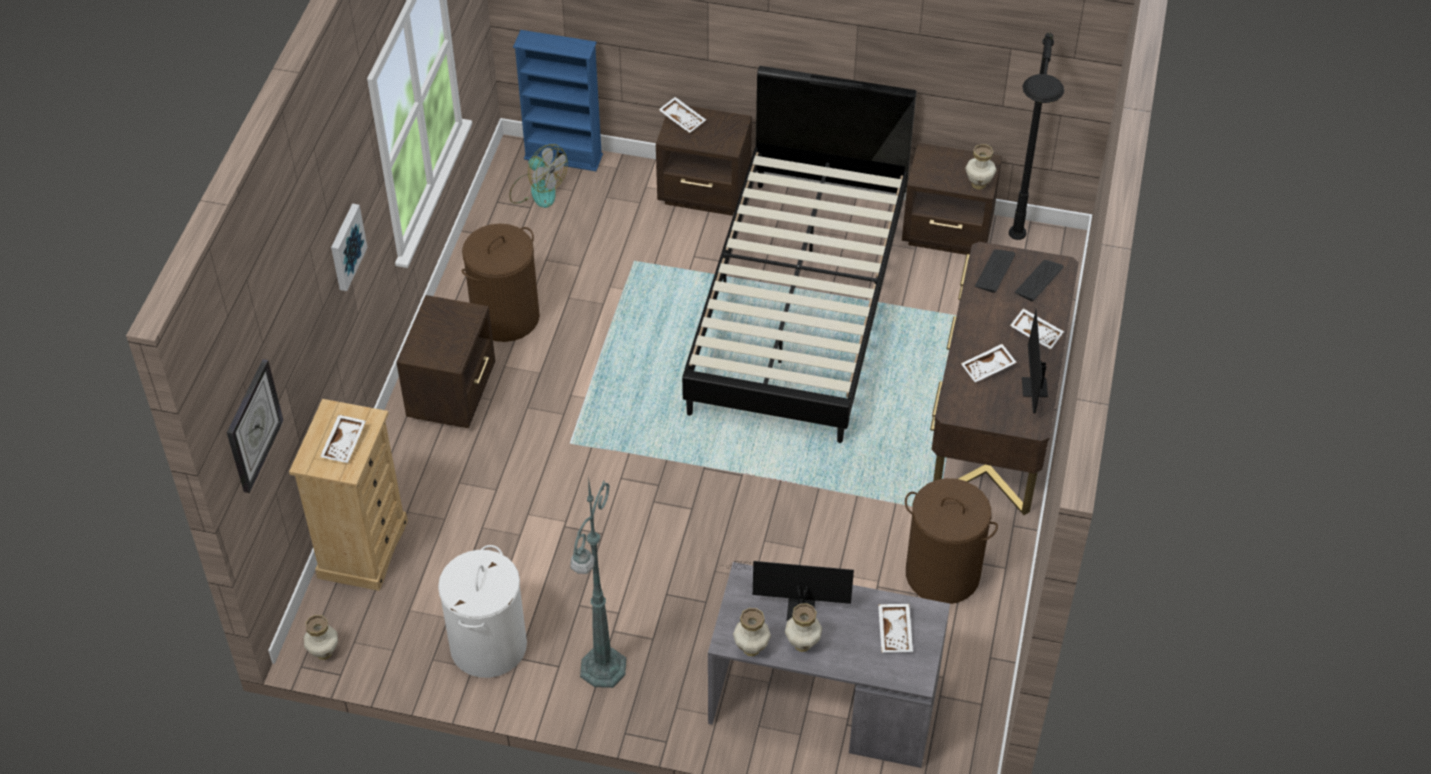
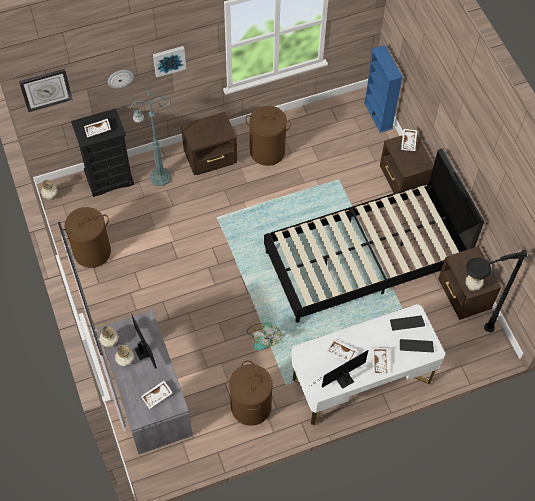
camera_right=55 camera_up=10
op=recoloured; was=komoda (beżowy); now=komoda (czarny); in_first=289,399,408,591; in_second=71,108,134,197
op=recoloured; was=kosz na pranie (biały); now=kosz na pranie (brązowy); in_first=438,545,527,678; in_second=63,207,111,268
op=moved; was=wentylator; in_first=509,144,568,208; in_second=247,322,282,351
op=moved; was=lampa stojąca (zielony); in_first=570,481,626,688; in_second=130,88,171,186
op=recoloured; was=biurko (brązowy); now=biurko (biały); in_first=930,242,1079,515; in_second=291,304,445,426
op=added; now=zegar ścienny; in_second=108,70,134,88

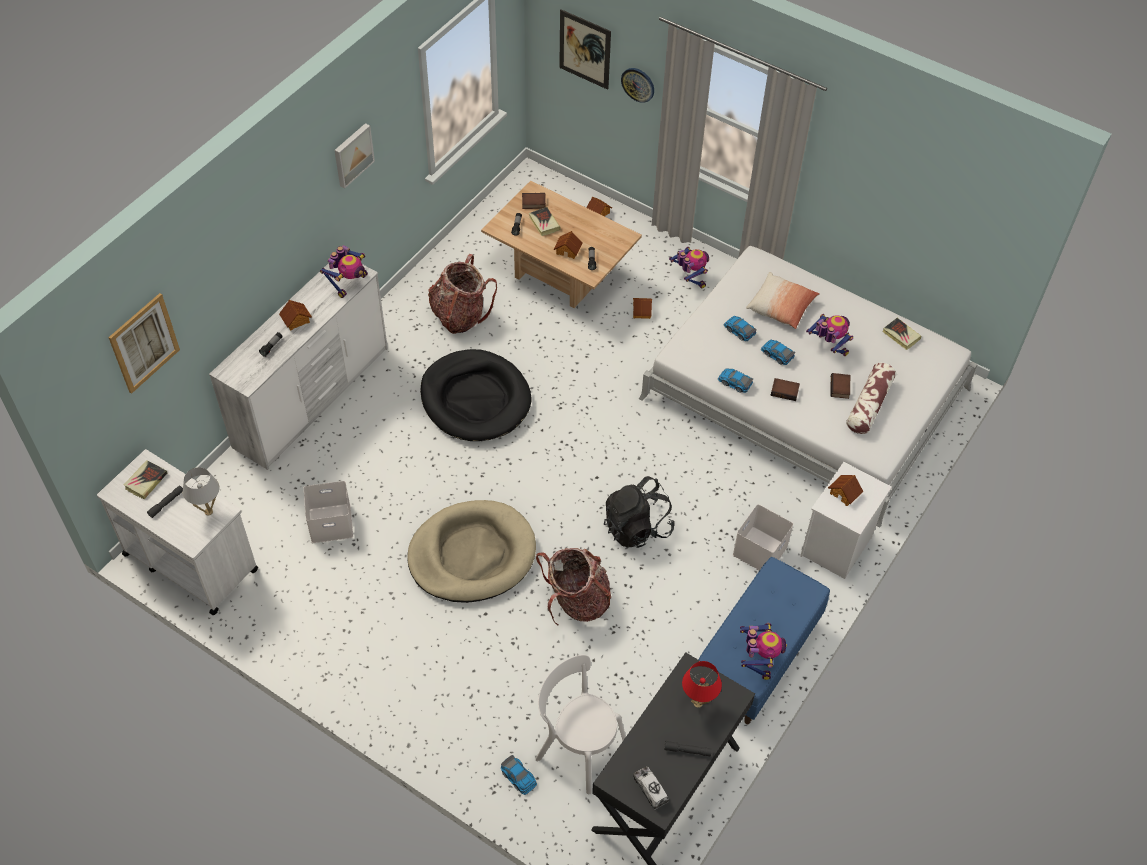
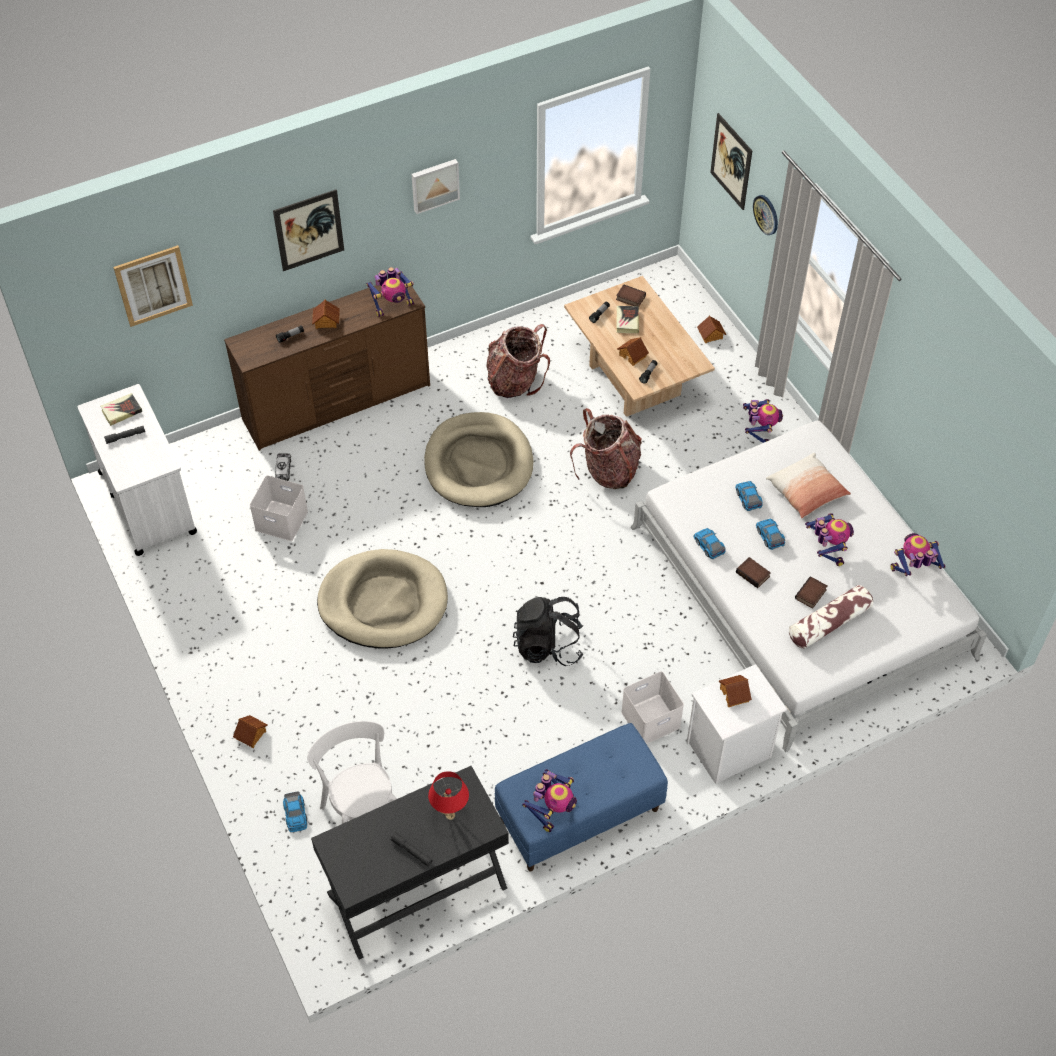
camera_right=30 camera_up=0
op=removed; was=lampa stołowa (biały); in_first=183,467,219,516
op=recoloured; was=komoda (biały); now=komoda (brązowy); in_first=209,263,388,470; in_second=224,275,430,451
op=recoloured; was=legowisko (czarny); now=legowisko (beżowy); in_first=420,349,532,441; in_second=424,412,533,507
op=moved; was=plecak; in_first=536,548,611,625; in_second=570,408,642,489
op=moved; was=domek; in_first=633,298,652,319; in_second=233,715,268,748
op=moved; was=ciężarówka zabawkowa; in_first=633,766,669,810; in_second=275,454,291,481
op=replaced; was=książka; now=robot zabawkowy; in_first=883,318,921,350; in_second=890,533,945,576
op=added; now=obraz; in_second=273,190,344,271

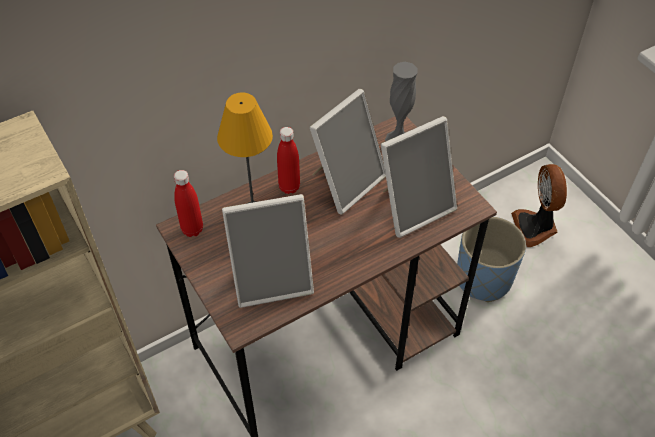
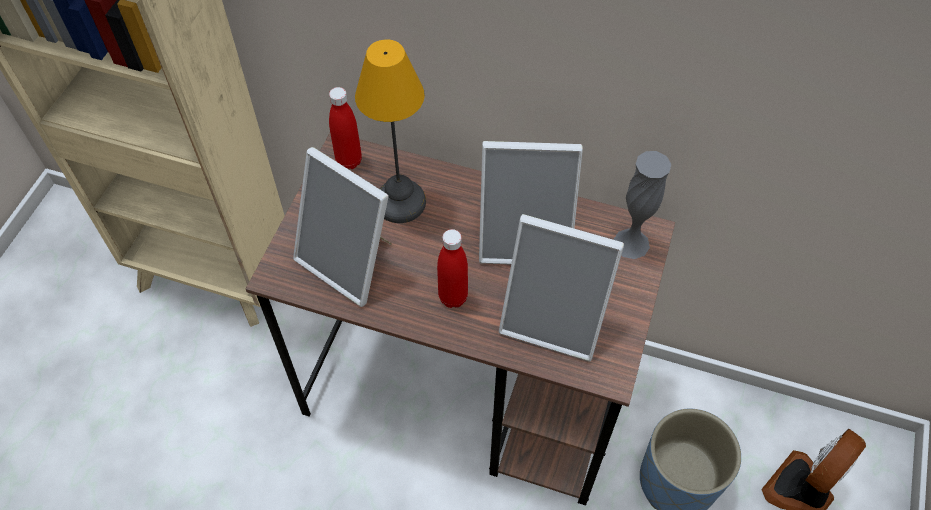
camera_right=50 camera_up=5
op=moved; was=butelka (czerwony); in_first=277,127,300,194; in_second=437,229,468,308

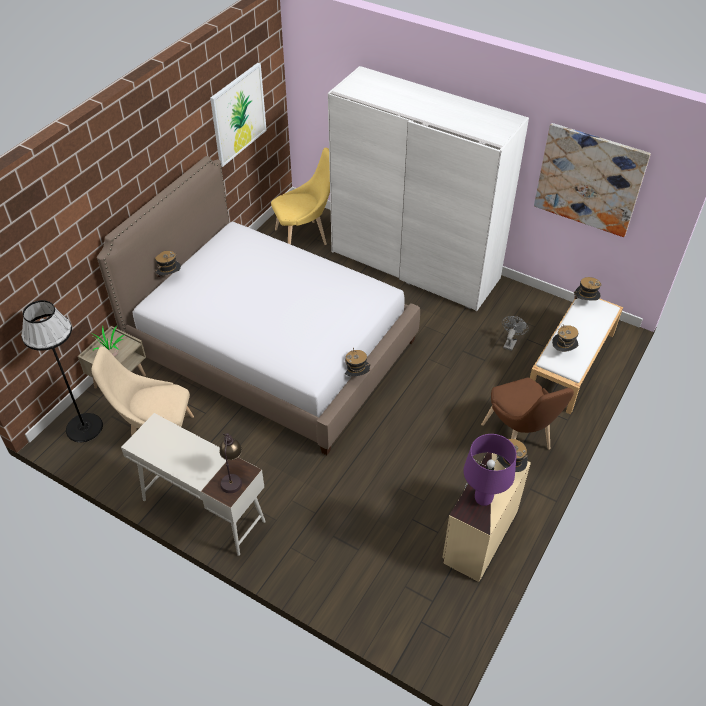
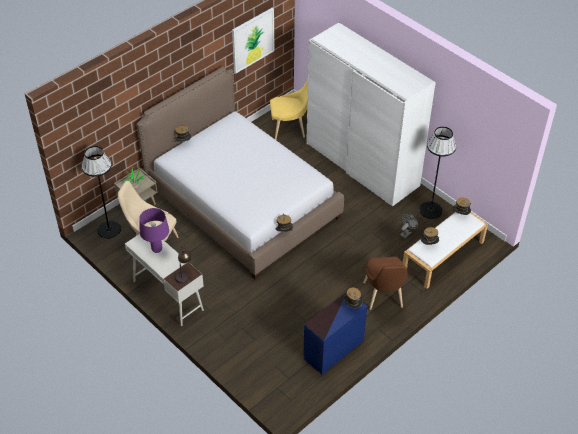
camera_right=15 camera_up=0
op=recoloured; was=komoda (beżowy); now=komoda (niebieski); in_first=442,453,531,582; in_second=303,292,367,375
op=moved; was=lampa stołowa (fioletowy); in_first=464,434,517,506; in_second=139,208,169,253
op=removed; was=obraz; in_first=534,123,651,237
op=added; now=lampa stojąca (czarny); in_second=419,127,456,219

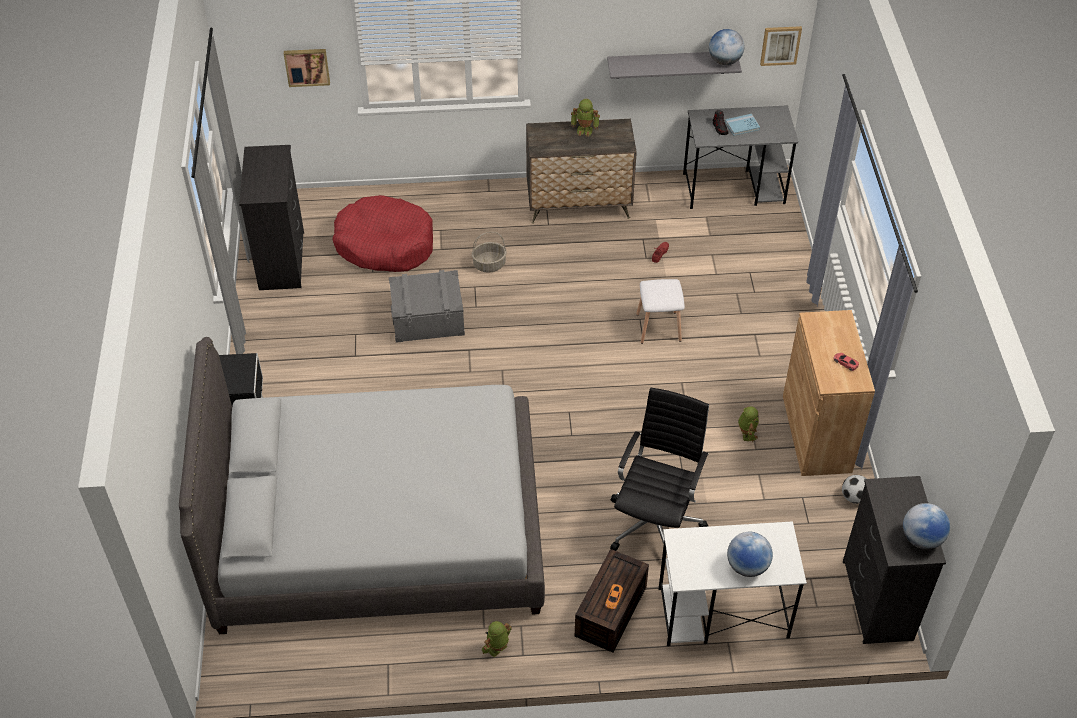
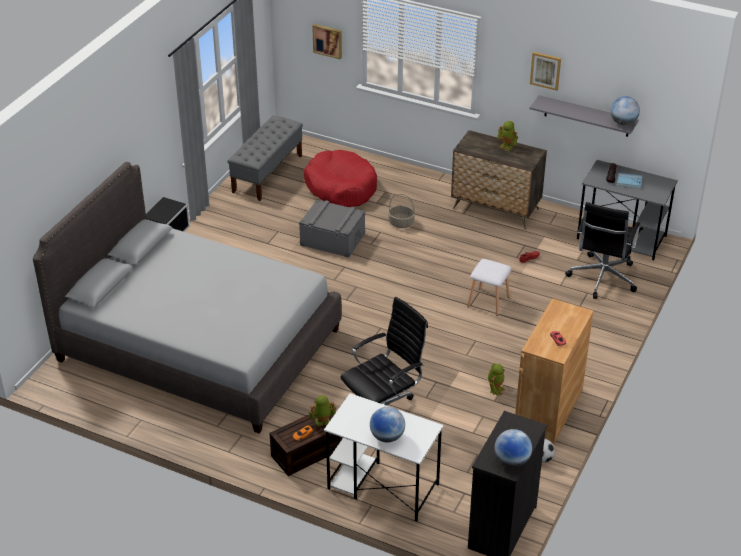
camera_right=30 camera_up=-10
op=replaced; was=komoda (czarny); now=ławka (szary); in_first=239,145,304,290; in_second=227,116,303,201
op=moved; was=robot zabawkowy; in_first=482,621,512,657; in_second=309,395,336,426
op=moved; was=obraz; in_first=760,26,802,66; in_second=530,52,561,91
op=added; now=krzesło biurowe (czarny); in_second=565,202,640,299

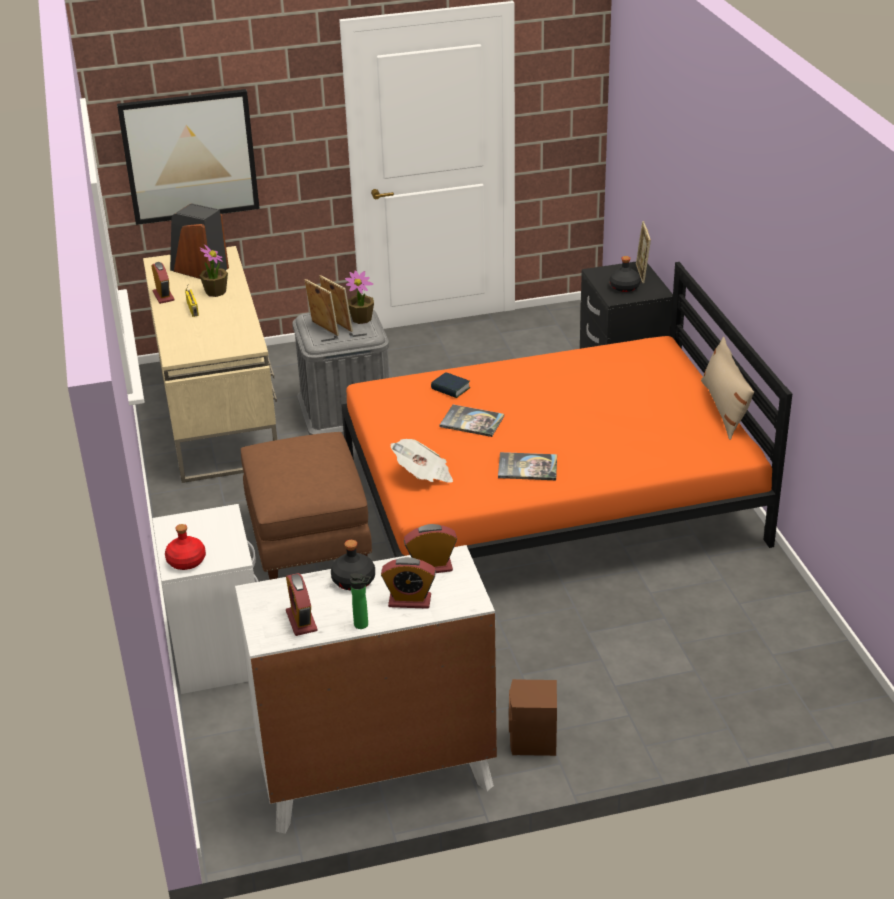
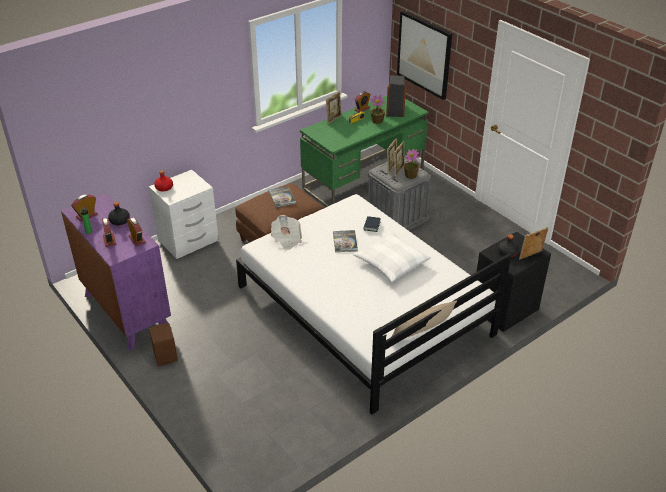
camera_right=65 camera_up=5
op=recoloured; was=biurko (beżowy); now=biurko (zielony); in_first=143,246,277,483; in_second=300,96,429,207
op=recoloured; was=komoda (biały); now=komoda (fioletowy); in_first=235,545,497,834; in_second=61,193,171,351
op=recoloured; was=łóżko (pomarańczowy); now=łóżko (biały); in_first=341,262,792,558; in_second=236,194,511,415
op=moved; was=książka; in_first=498,452,557,480; in_second=268,186,296,208
op=added; now=ramka na zdjęcie; in_second=326,91,342,124
op=added; now=poduszka (biały); in_second=353,232,431,282

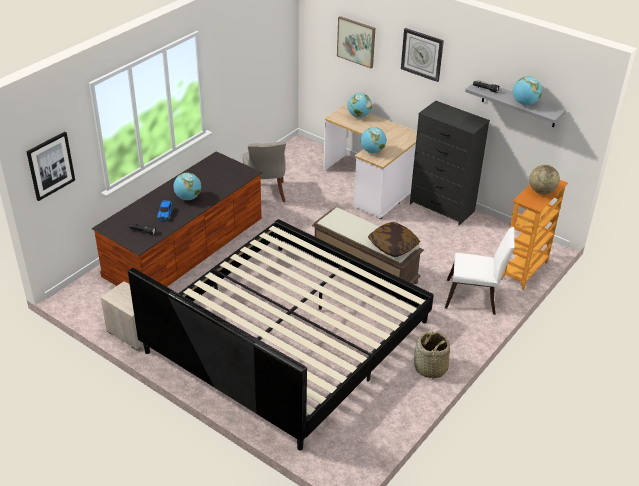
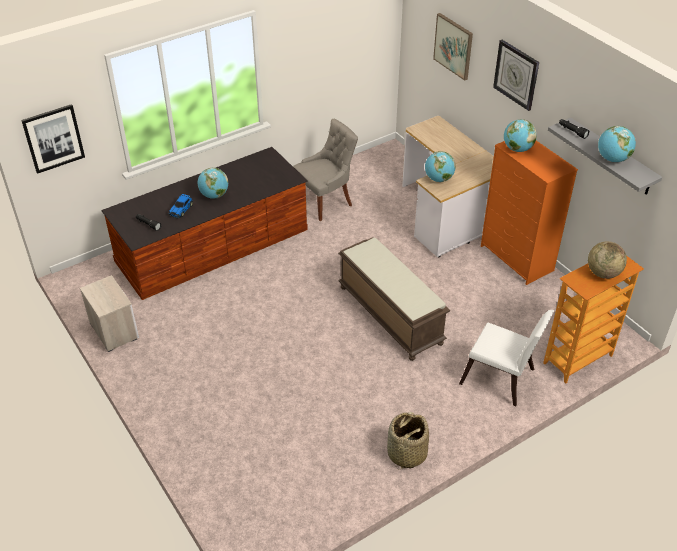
camera_right=20 camera_up=5
op=removed; was=łóżko; in_first=128,219,434,450
op=turned; was=krzesło (szary); in_first=242,142,286,202; in_second=293,118,358,221; clockwise=-135
op=moved; was=globus; in_first=347,93,372,118; in_second=504,119,537,152
op=removed; was=poduszka; in_first=368,222,420,257
op=recoloured; was=komoda (czarny); now=komoda (pomarańczowy); in_first=410,101,490,226; in_second=481,140,578,285

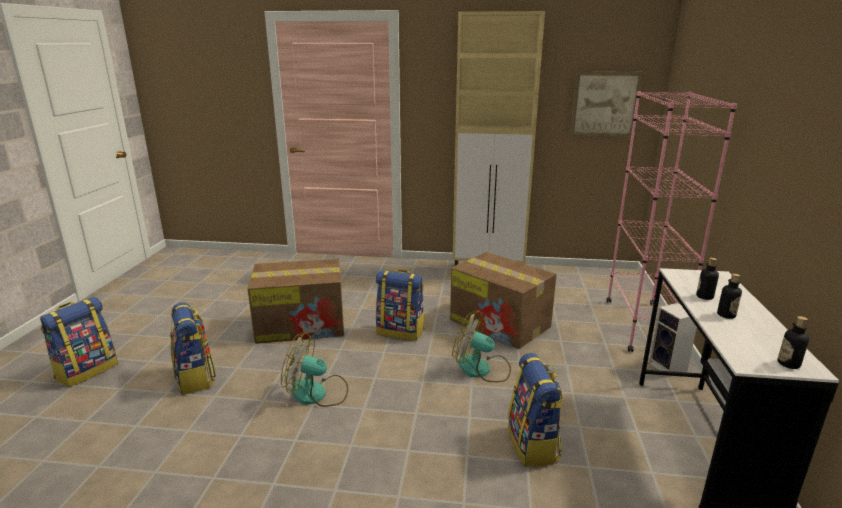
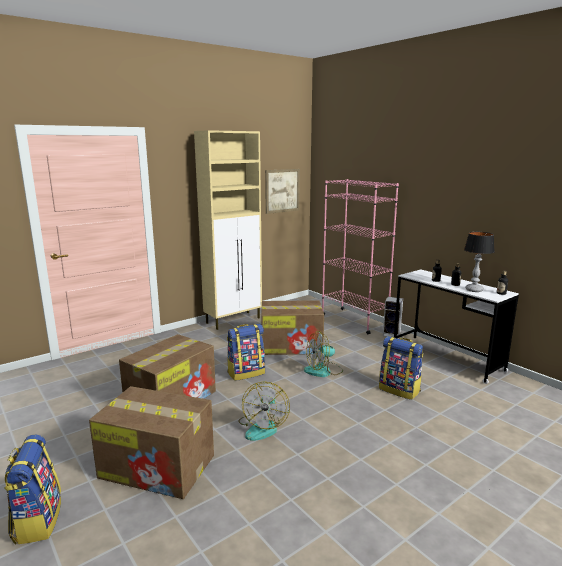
camera_right=-45 camera_up=-5
op=replaced; was=plecak; now=karton; in_first=170,302,217,395; in_second=89,386,214,499
op=turned; was=wentylator; in_first=281,332,348,407; in_second=238,382,290,441; clockwise=-45
op=added; now=lampa stołowa; in_second=464,232,495,292

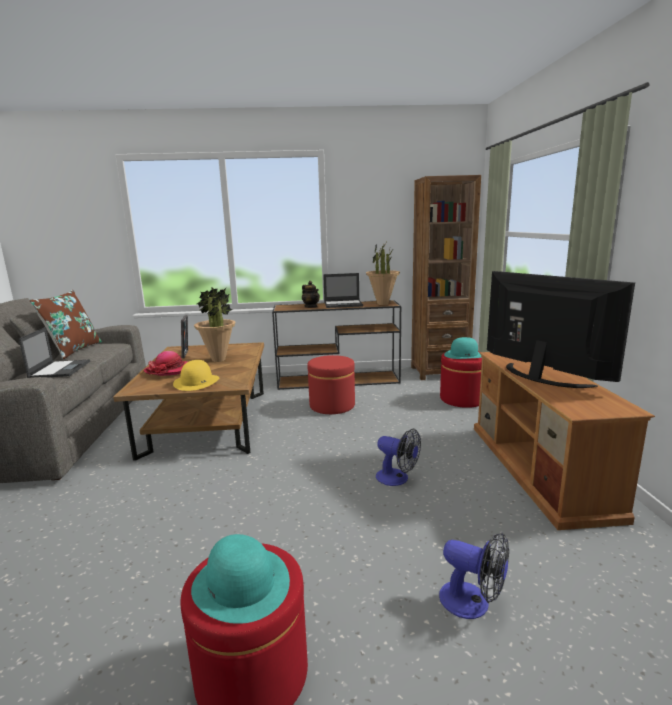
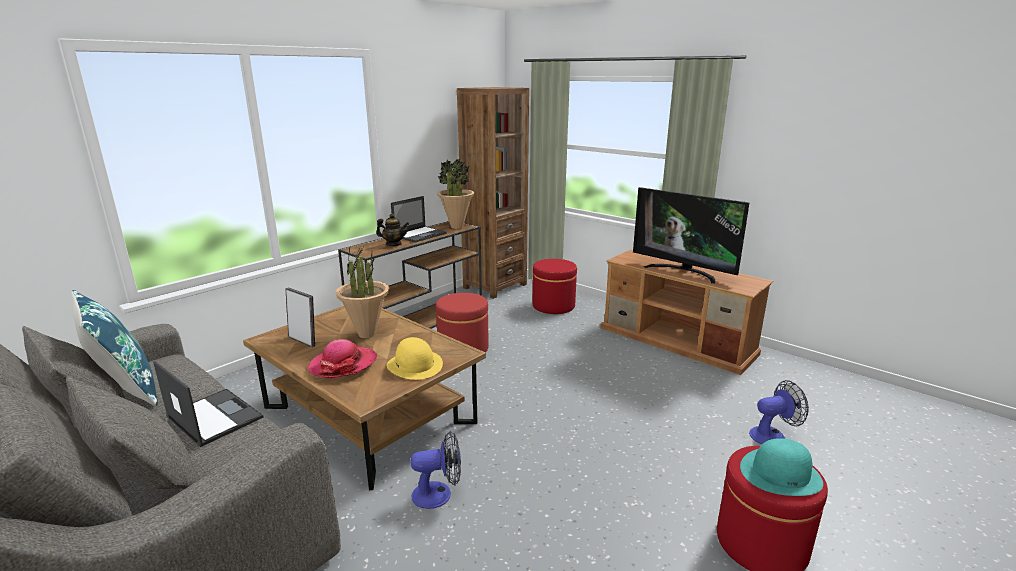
camera_right=-45 camera_up=5
op=recoloured; was=poduszka (brązowy); now=poduszka (niebieski); in_first=29,290,102,359; in_second=71,290,158,406
op=moved; was=wentylator; in_first=376,429,421,486; in_second=410,431,461,509
op=removed; was=kapelusz (turkusowy); in_first=444,337,482,359
op=turned; was=telewizor; in_first=487,271,635,388; in_second=633,187,749,284; clockwise=-150

